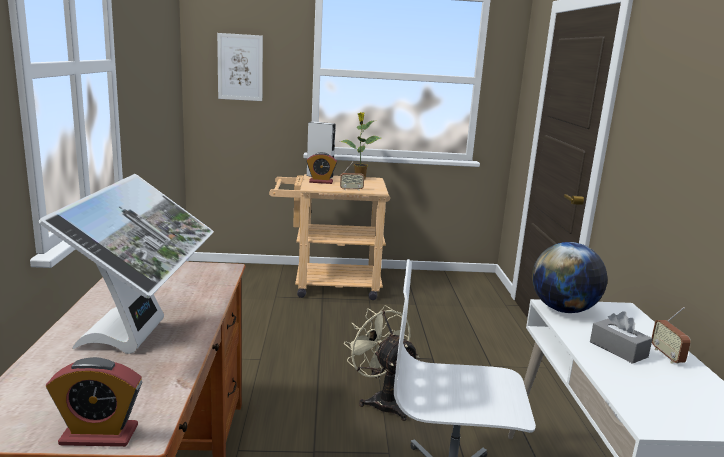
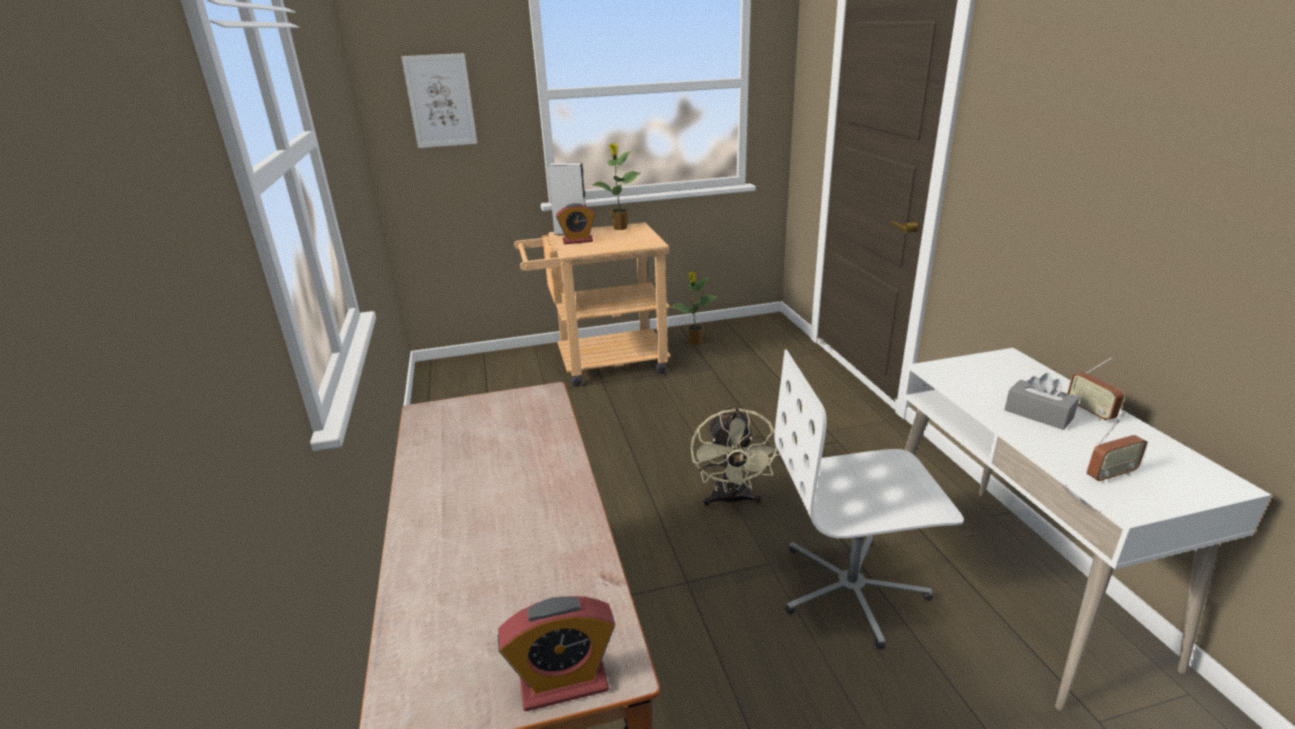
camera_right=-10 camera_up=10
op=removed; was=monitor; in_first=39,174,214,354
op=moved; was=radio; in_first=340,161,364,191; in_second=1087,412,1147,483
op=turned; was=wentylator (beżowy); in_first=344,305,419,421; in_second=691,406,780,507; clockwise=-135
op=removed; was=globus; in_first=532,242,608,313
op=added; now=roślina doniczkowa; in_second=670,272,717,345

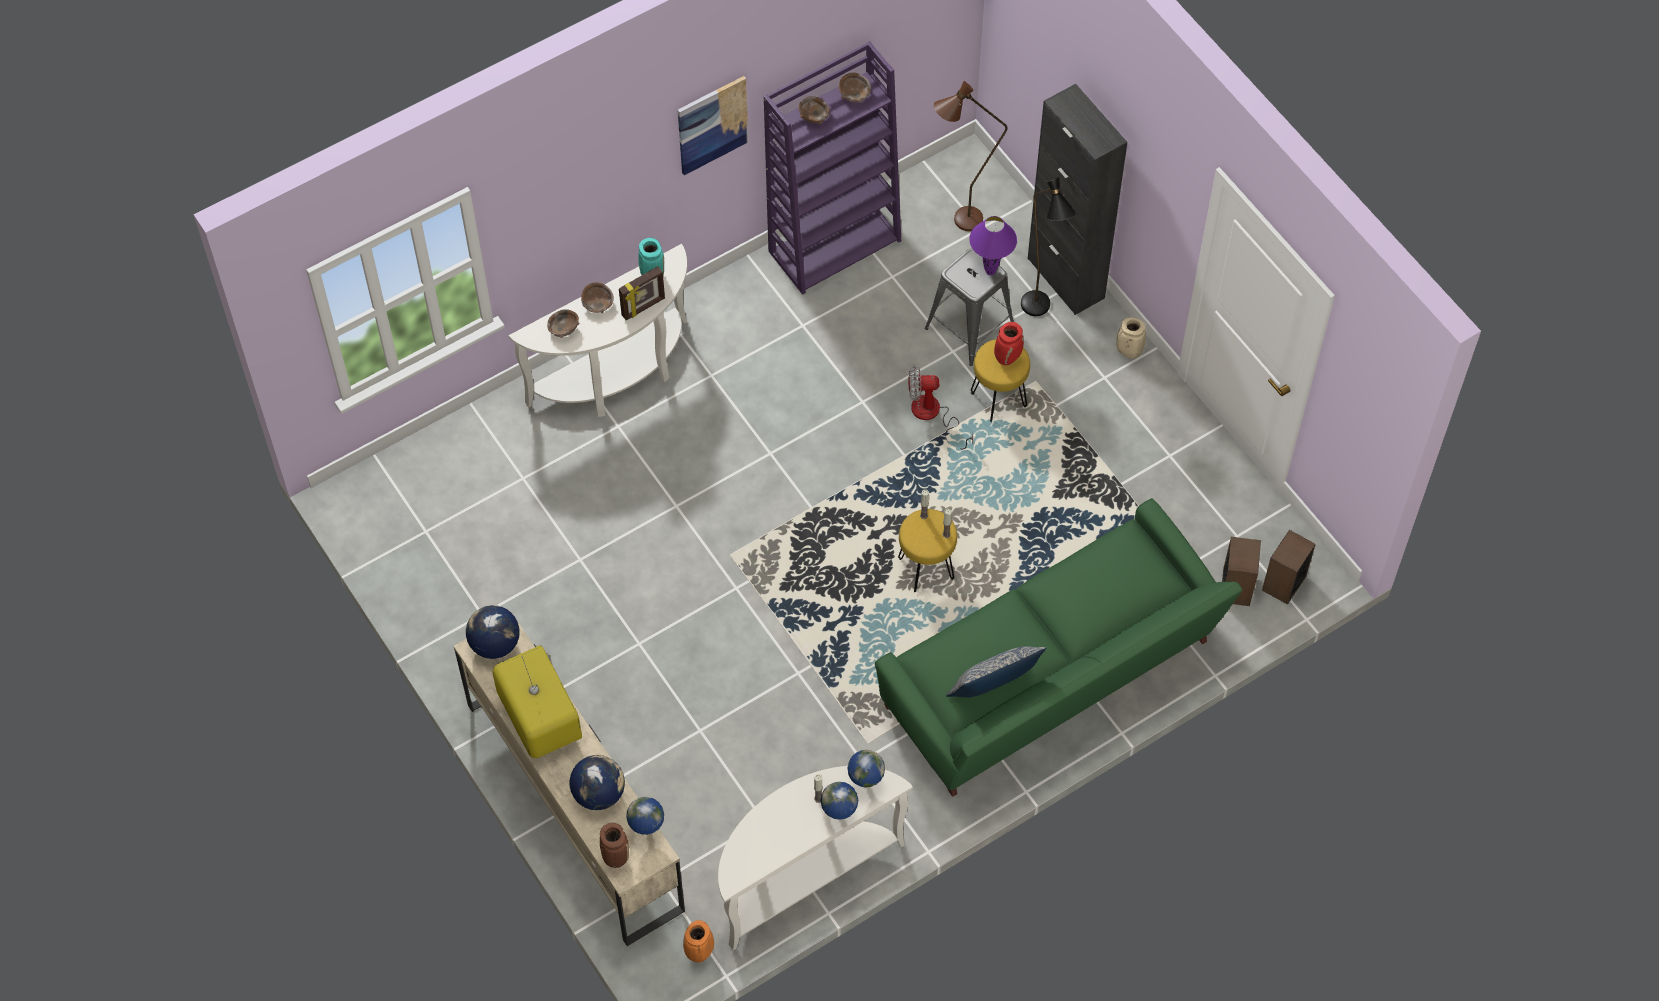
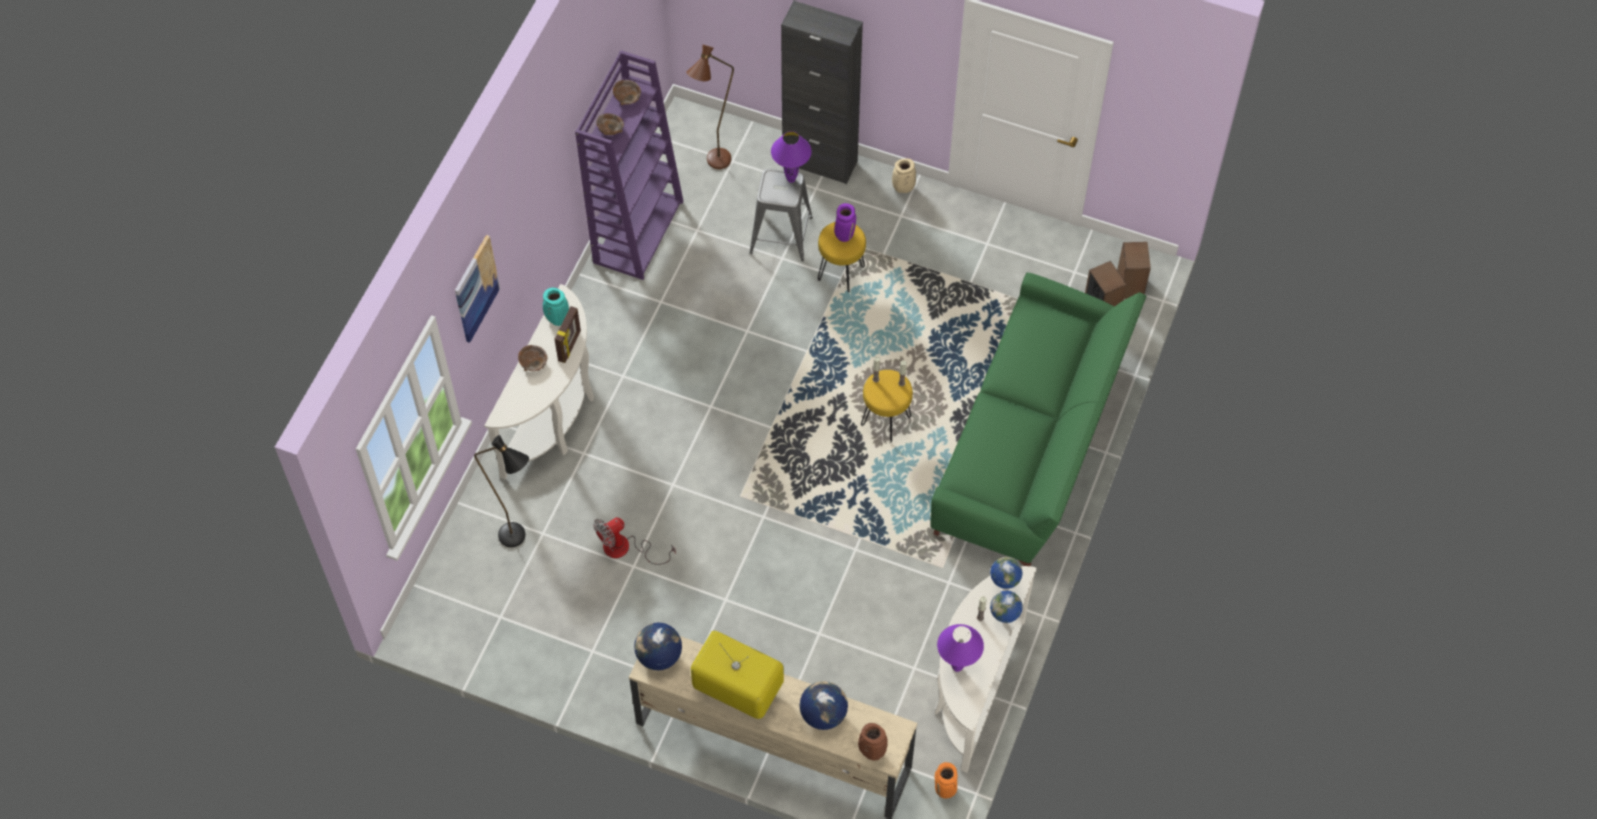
camera_right=-35 camera_up=0
op=removed; was=miska (brązowy); in_first=547,309,580,338
op=removed; was=globus; in_first=626,797,664,835
op=moved; was=obraz; in_first=678,76,749,175; in_second=455,235,500,343
op=moved; was=wentylator; in_first=908,366,973,449; in_second=593,517,676,565
op=removed; was=poduszka; in_first=946,646,1046,698
op=recoloured; was=wazon (czerwony); now=wazon (fioletowy); in_first=994,322,1024,365; in_second=834,203,856,242
op=moved; was=lampa stojąca (czarny); in_first=1021,177,1076,316; in_second=474,435,529,547
op=added; now=lampa stołowa (fioletowy); in_second=937,624,984,672

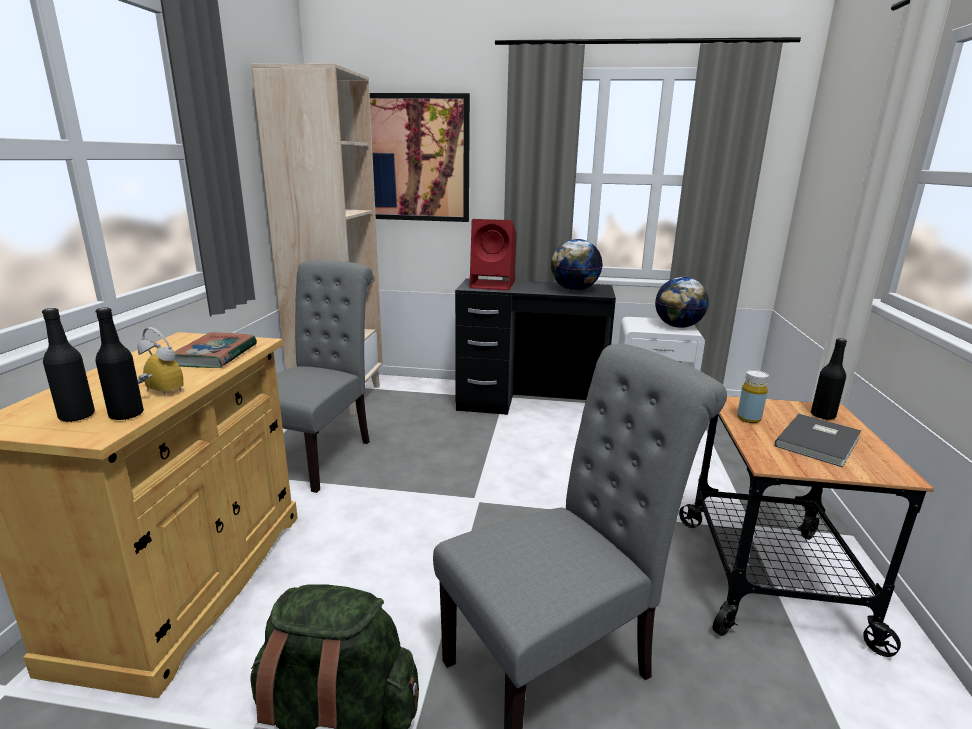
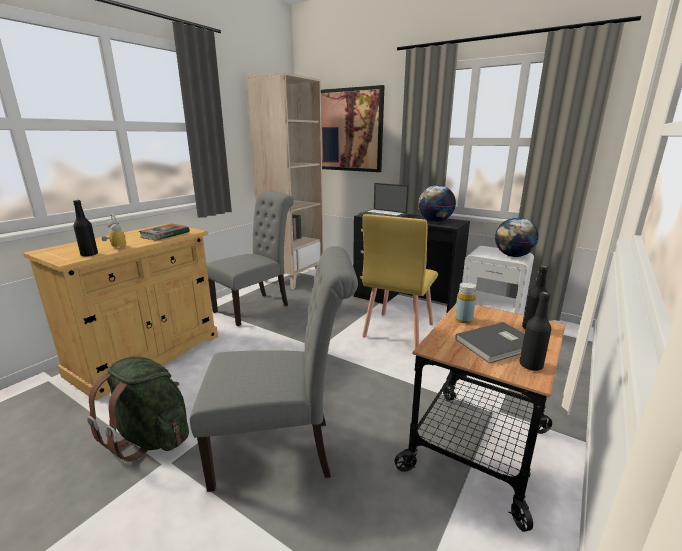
camera_right=25 camera_up=0
op=moved; was=butelka (czarny); in_first=42,308,95,422; in_second=519,292,551,371
op=replaced; was=głośnik (czerwony); now=laptop; in_first=469,219,516,290; in_second=359,183,409,217
op=added; now=krzesło (żółty); in_second=362,214,438,349

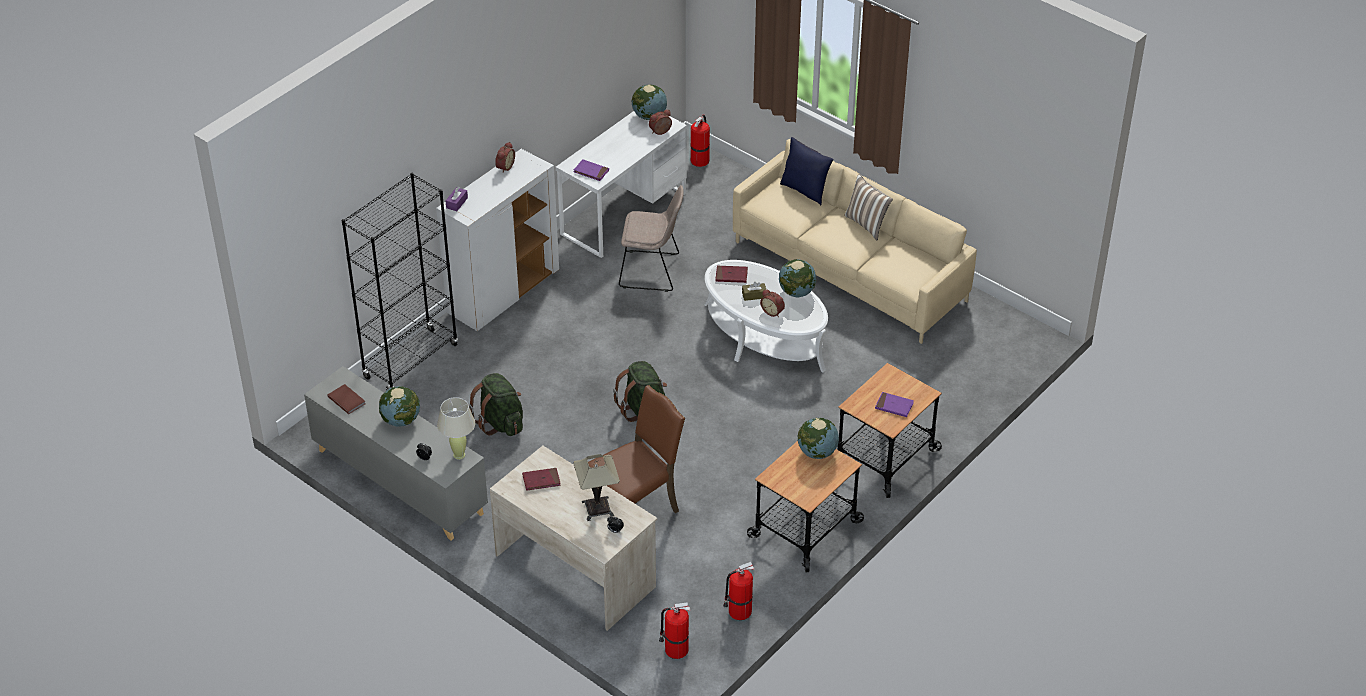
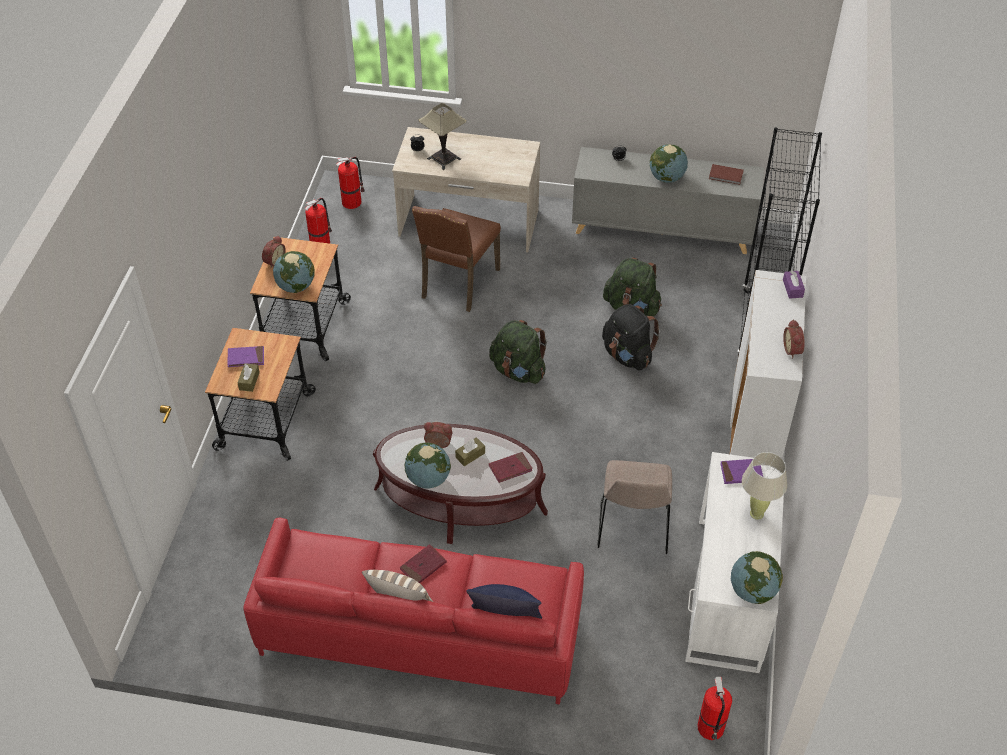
camera_right=150 camera_up=5
op=moved; was=lampa stołowa (beżowy); in_first=437,397,475,460; in_second=742,452,787,520
op=moved; was=książka (czerwony); in_first=522,468,561,491; in_second=400,544,447,583
op=turned; was=krzesło (beżowy); in_first=619,185,684,292; in_second=597,460,672,554; clockwise=-60
op=moved; was=budzik; in_first=649,110,672,135; in_second=262,236,286,268
op=recoloured; was=ława (biały); now=ława (brązowy); in_first=704,260,828,373; in_second=373,424,548,544
op=recoloured; was=kanapa (beżowy); now=kanapa (czerwony); in_first=733,139,977,344; in_second=243,518,584,705
op=added; now=pudełko chusteczek (brązowy); in_second=237,363,260,392
op=added; now=plecak (czarny); in_second=602,304,660,370

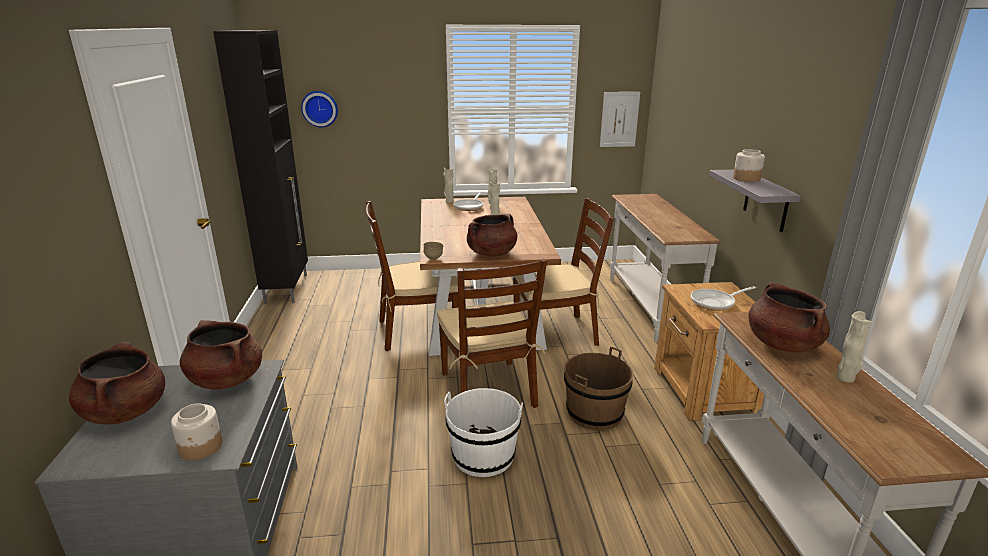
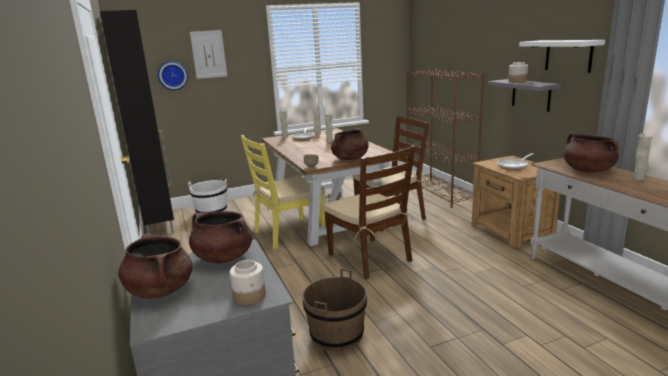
camera_right=-15 camera_up=-5
op=recoloured; was=krzesło (brązowy); now=krzesło (żółty); in_first=366,201,458,351; in_second=241,135,325,249
op=moved; was=wiadro (biały); in_first=444,388,523,477; in_second=188,179,227,213
op=moved; was=wiadro (brązowy); in_first=564,346,634,430; in_second=302,269,367,351
op=moved; was=obraz; in_first=600,92,640,147; in_second=190,30,227,79
op=replaced; was=stolik konsolowy (biały); now=regał (brązowy); in_first=610,194,720,342; in_second=407,69,485,208
op=added; now=półka (biały); in_second=519,40,605,73

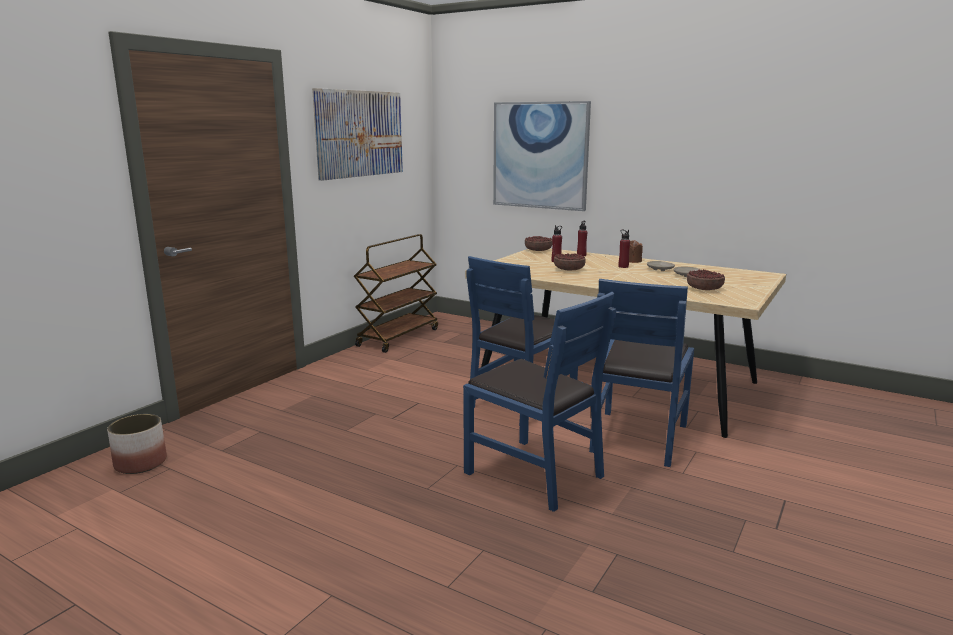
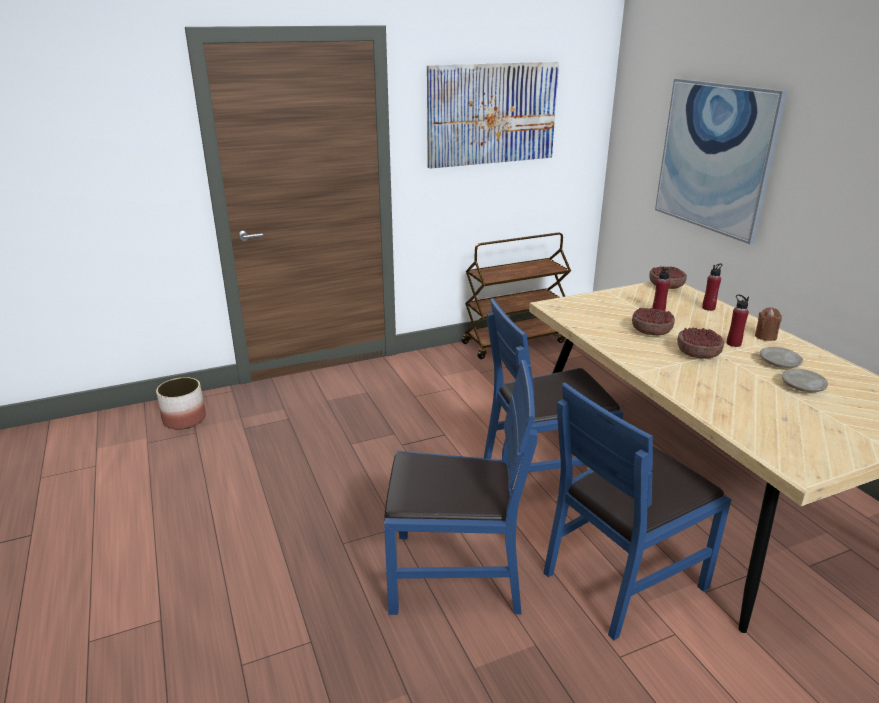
camera_right=35 camera_up=10
op=turned; was=krzesło (niebieski); in_first=463,292,616,512; in_second=384,360,538,615; clockwise=-75
op=moved; was=miska; in_first=687,269,725,290; in_second=678,327,724,359

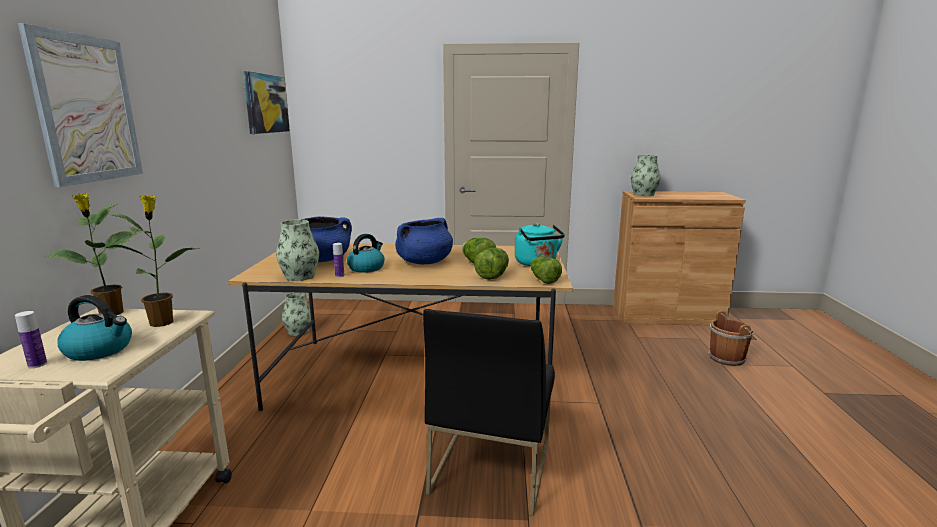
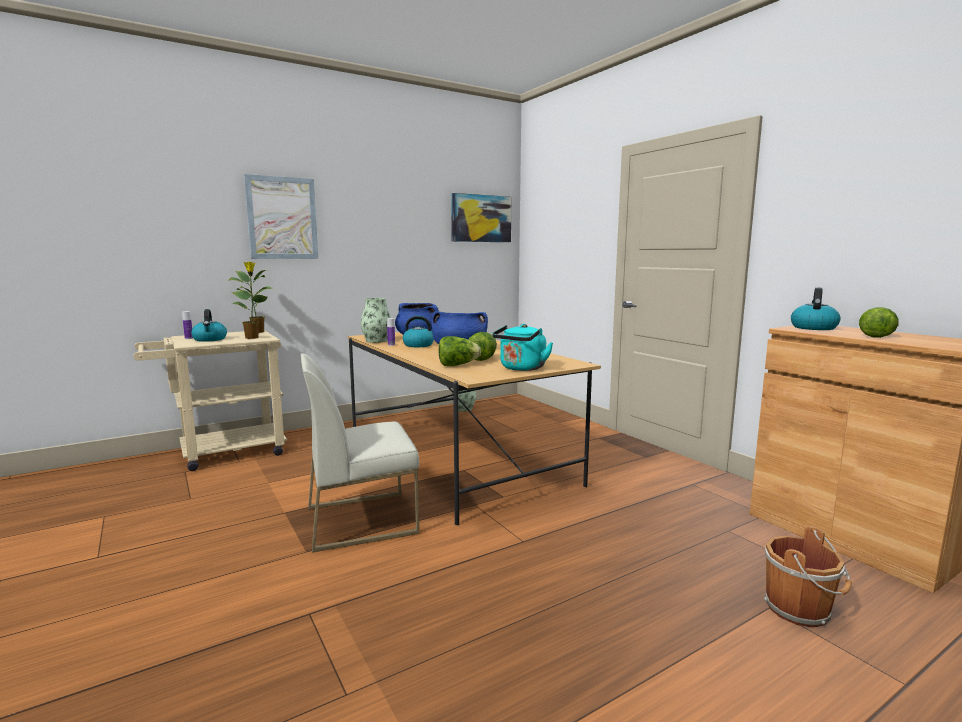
camera_right=55 camera_up=-5
op=recoloured; was=krzesło (czarny); now=krzesło (biały); in_first=423,309,555,516; in_second=301,353,419,552
op=moved; was=sałata; in_first=531,256,562,284; in_second=859,307,899,338
op=replaced; was=wazon; now=czajnik; in_first=631,155,661,196; in_second=791,288,840,330

